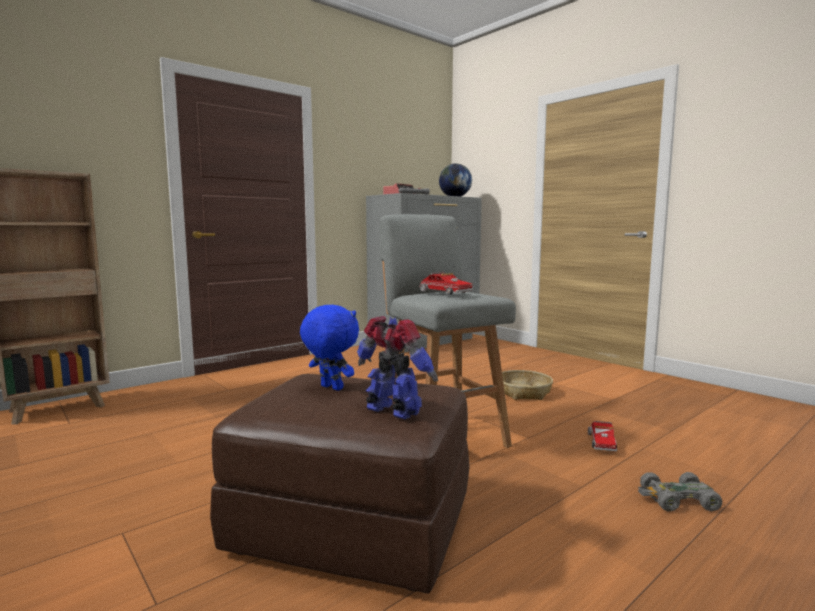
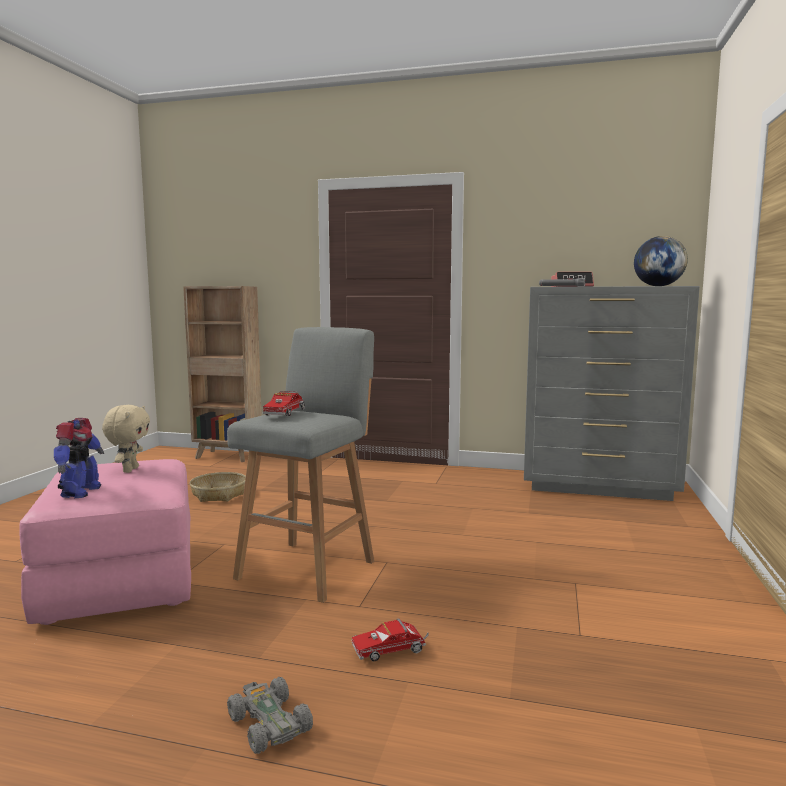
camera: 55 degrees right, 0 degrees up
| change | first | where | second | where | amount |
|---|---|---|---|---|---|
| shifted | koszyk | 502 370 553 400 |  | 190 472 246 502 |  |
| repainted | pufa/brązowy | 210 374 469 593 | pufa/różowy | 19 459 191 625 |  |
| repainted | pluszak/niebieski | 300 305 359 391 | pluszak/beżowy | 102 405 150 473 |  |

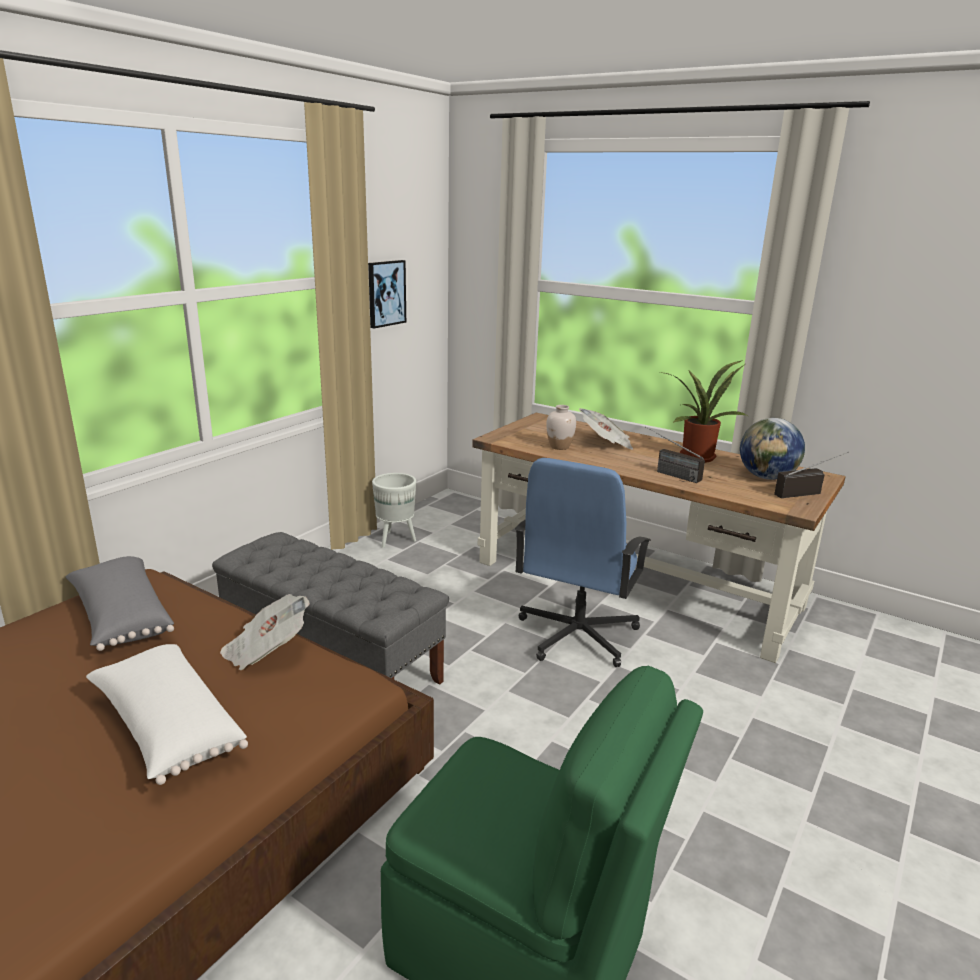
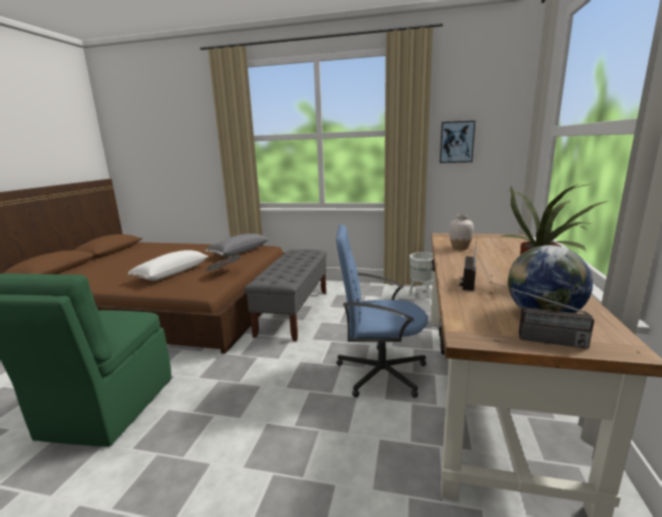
camera: 70 degrees right, 5 degrees down
| change | first | where | second | where | amount |
|---|---|---|---|---|---|
| gone | gazeta | 579 408 633 450 |  |  |  |
| rotated | radio | 774 452 849 498 |  | 490 282 594 349 | 150 degrees clockwise |

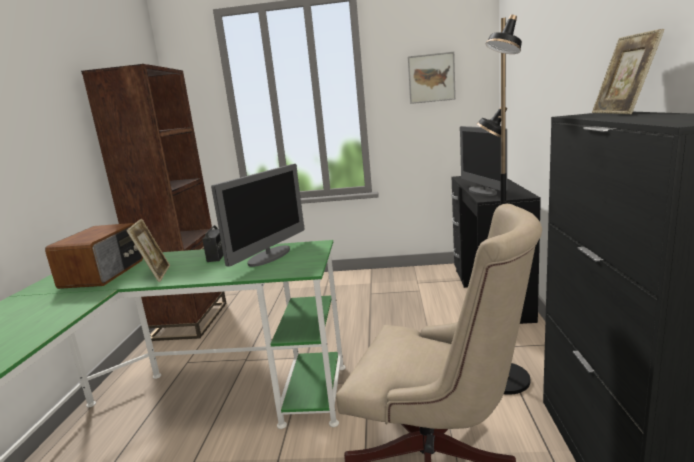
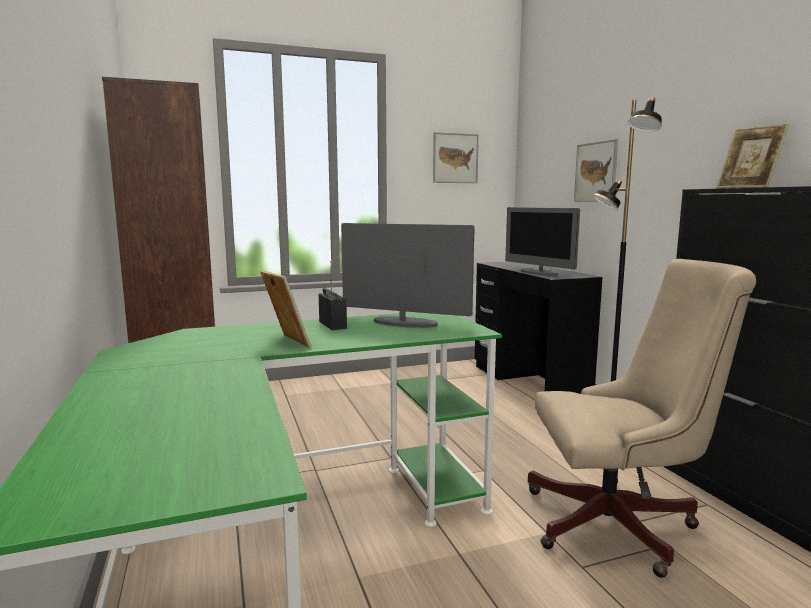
camera: 25 degrees left, 5 degrees down
| change | first | where | second | where | amount |
|---|---|---|---|---|---|
| gone | radio | 45 223 143 289 |  |  |  |
| new |  |  | obraz | 574 139 618 202 |  |
| rotated | monitor | 211 164 305 267 |  | 341 223 475 328 | 75 degrees counterclockwise |

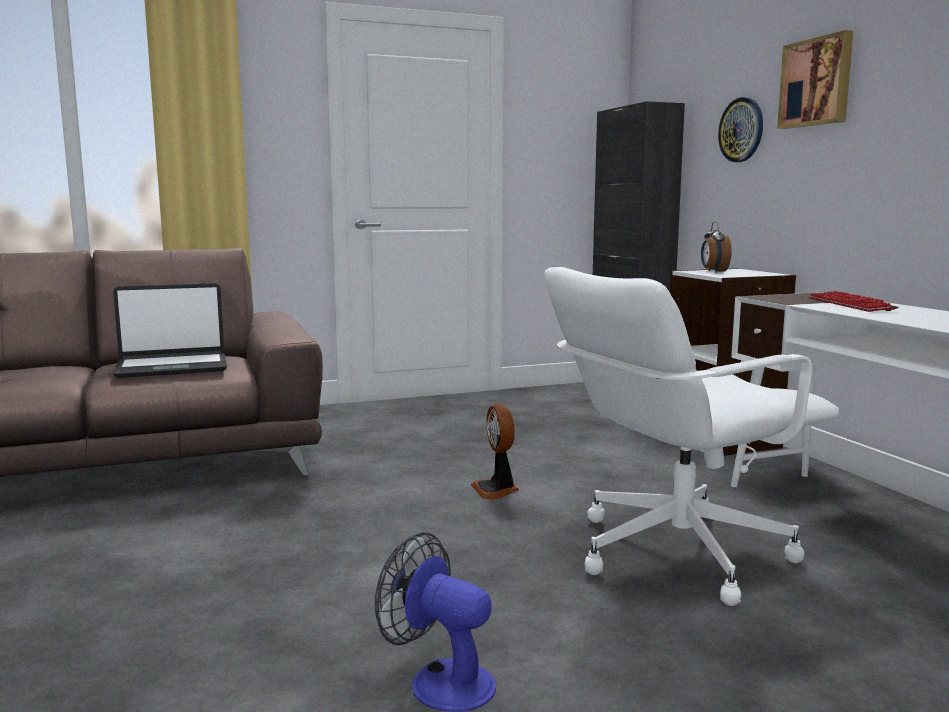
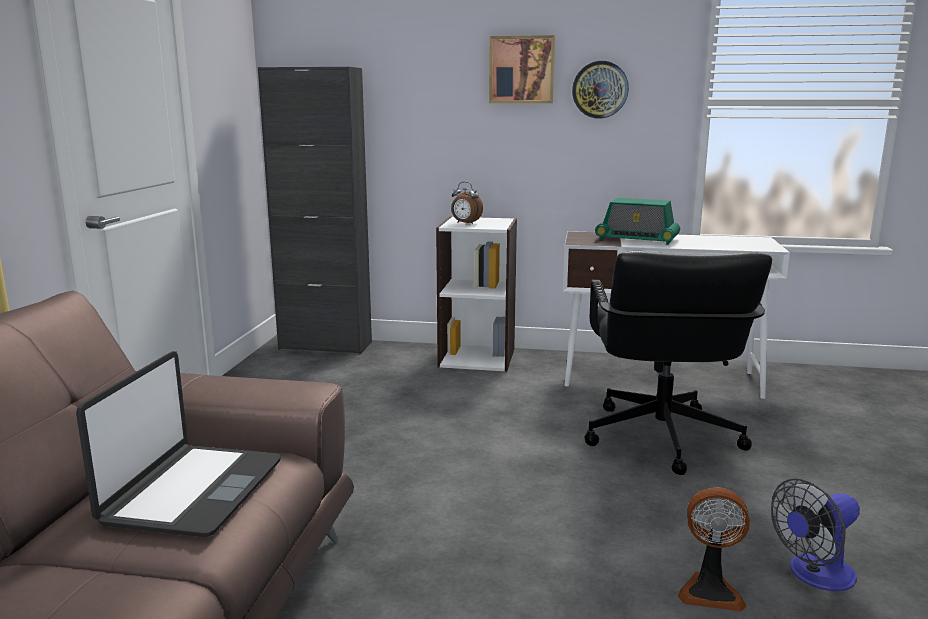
camera: 60 degrees left, 5 degrees up
| change | first | where | second | where | amount |
|---|---|---|---|---|---|
| shifted | wentylator | 471 404 519 500 |  | 678 487 750 612 |  |
| shifted | zegar ścienny | 718 97 763 162 |  | 572 61 629 119 |  |
| swapped | klawiatura | 809 291 898 312 | radio | 595 198 680 245 |  |
| repainted | krzesło biurowe/biały | 545 267 840 606 | krzesło biurowe/czarny | 584 251 772 475 |  |

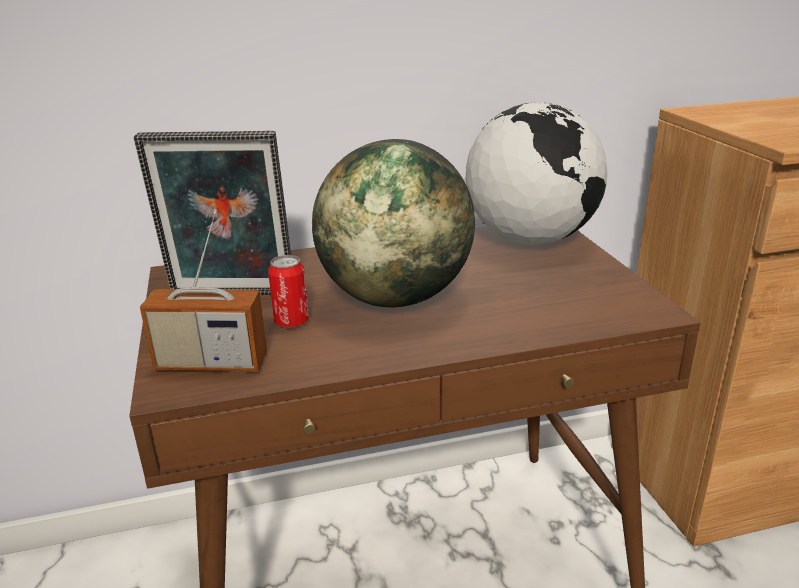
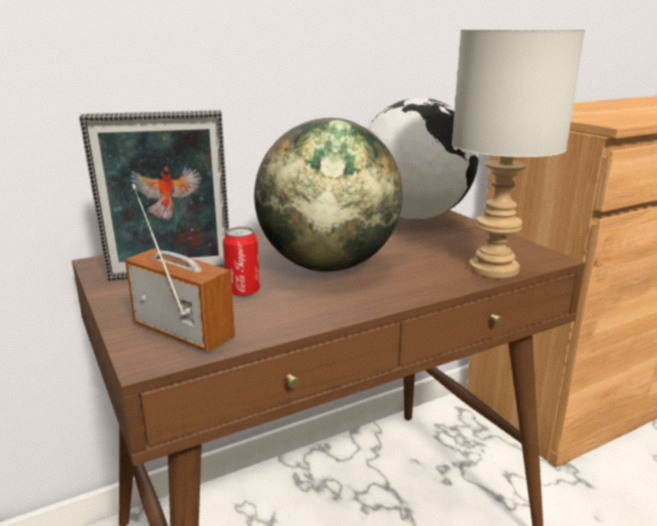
camera: 15 degrees left, 5 degrees down
| change | first | where | second | where | amount |
|---|---|---|---|---|---|
| new |  |  | lampa stołowa/szary | 452 29 585 278 |  |
| rotated | radio | 140 210 267 371 |  | 125 184 235 352 | 135 degrees counterclockwise |

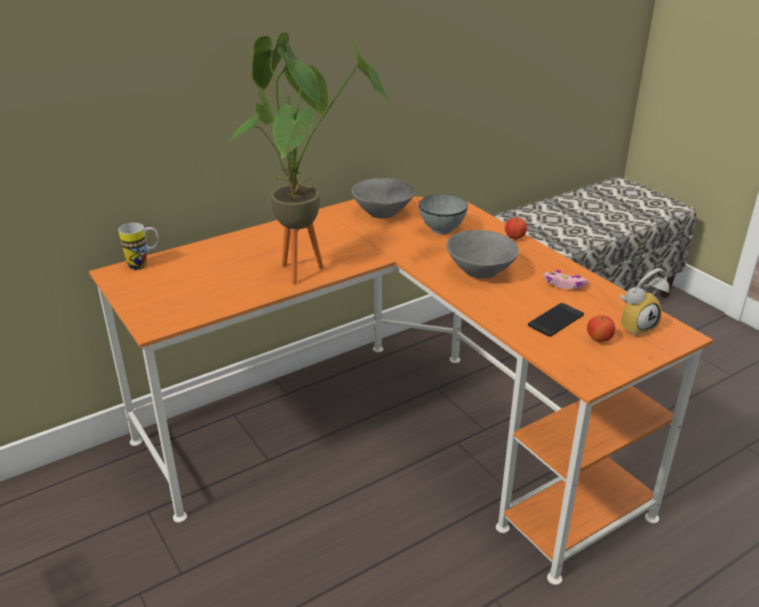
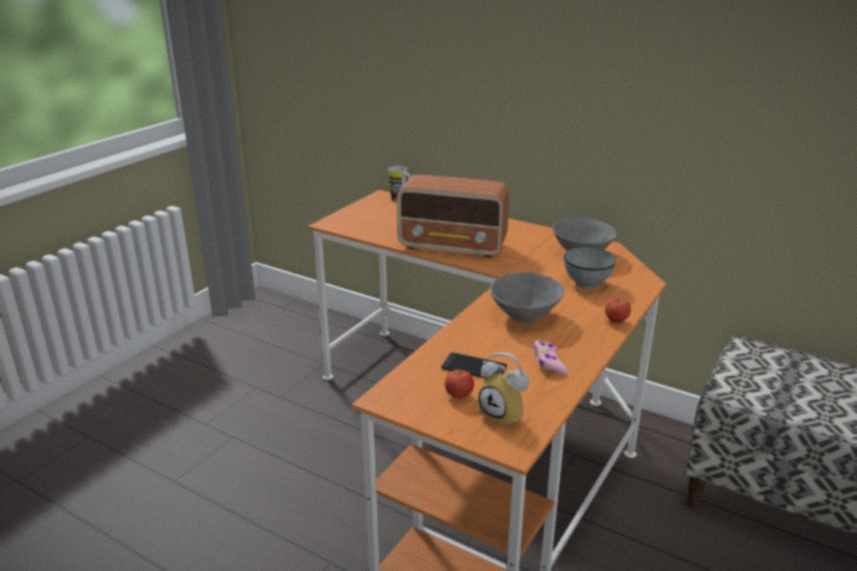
camera: 65 degrees right, 5 degrees down
| change | first | where | second | where | amount |
|---|---|---|---|---|---|
| swapped | roślina doniczkowa | 227 31 388 284 | radio | 397 175 509 258 |  |

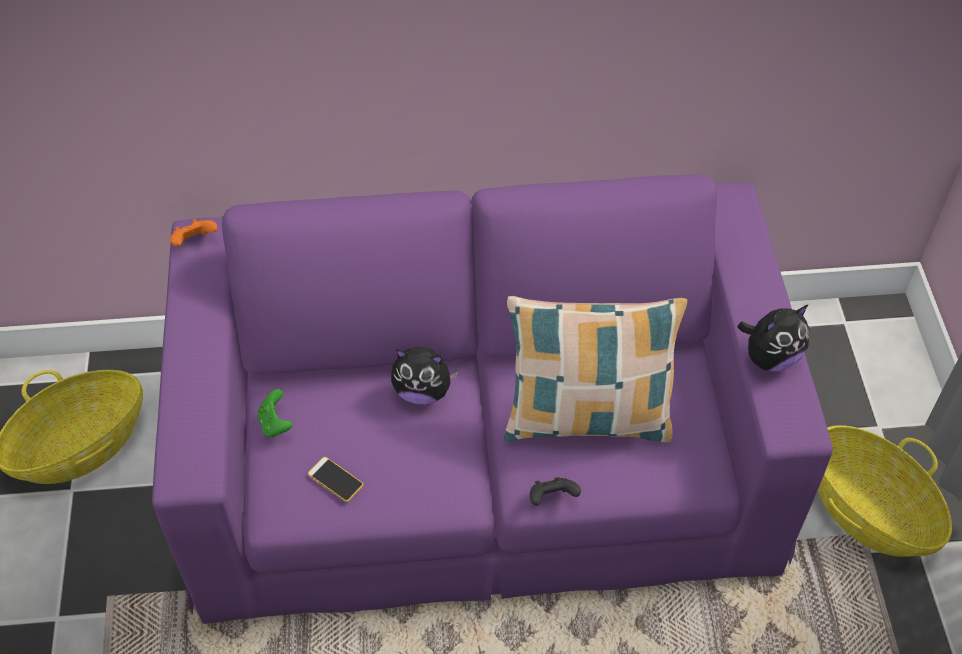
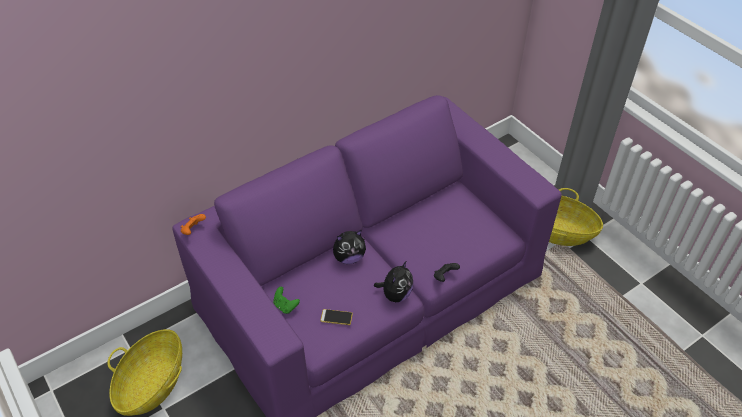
camera: 30 degrees left, 5 degrees down
| change | first | where | second | where | amount |
|---|---|---|---|---|---|
| gone | poduszka | 504 296 688 442 |  |  |  |
| shifted | pluszak | 738 304 809 372 |  | 374 261 413 302 |  |

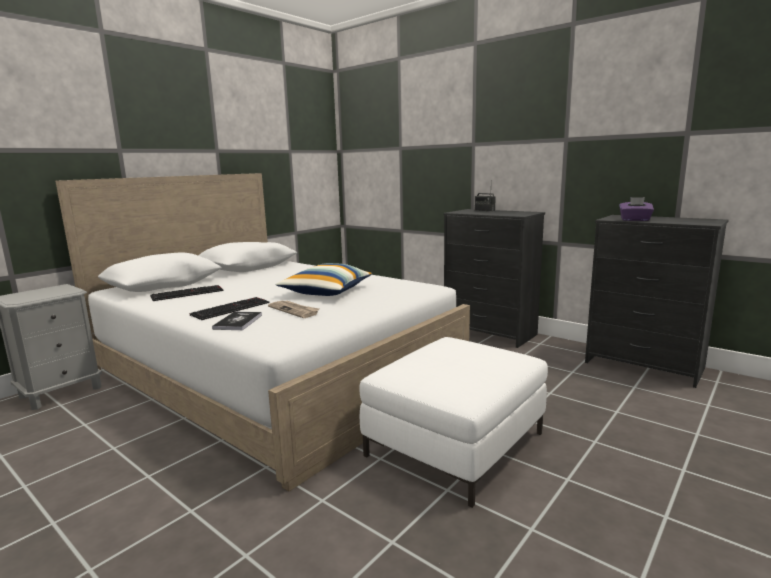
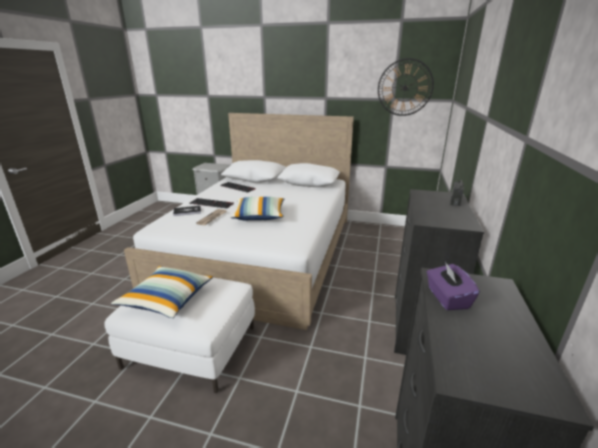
camera: 65 degrees right, 10 degrees up
| change | first | where | second | where | amount |
|---|---|---|---|---|---|
| new |  |  | poduszka | 111 266 213 318 |  |
| new |  |  | zegar ścienny | 378 58 434 116 |  |

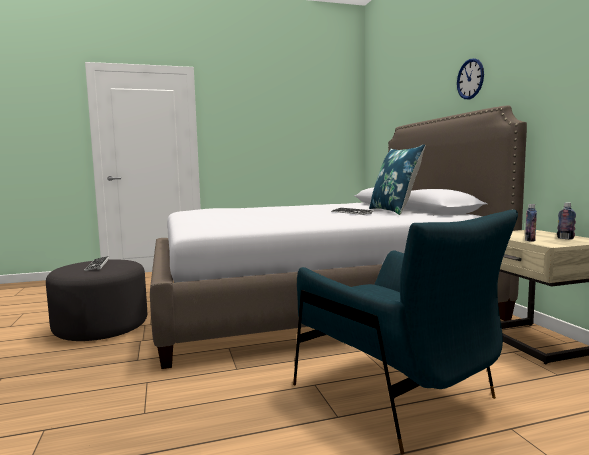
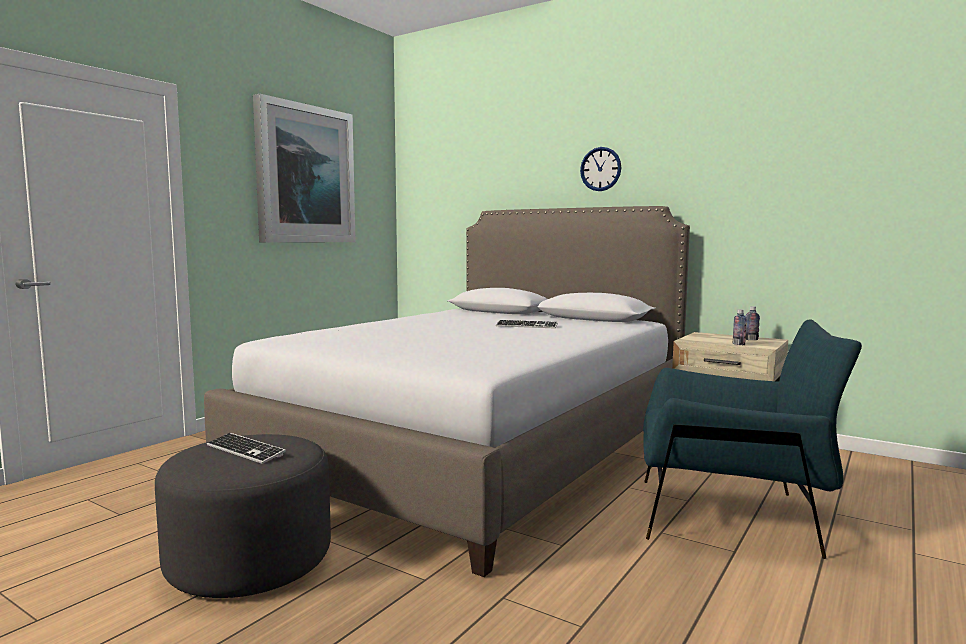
camera: 40 degrees left, 0 degrees up
| change | first | where | second | where | amount |
|---|---|---|---|---|---|
| gone | poduszka/niebieski | 369 145 426 215 |  |  |  |
| new |  |  | obraz | 253 94 356 243 |  |

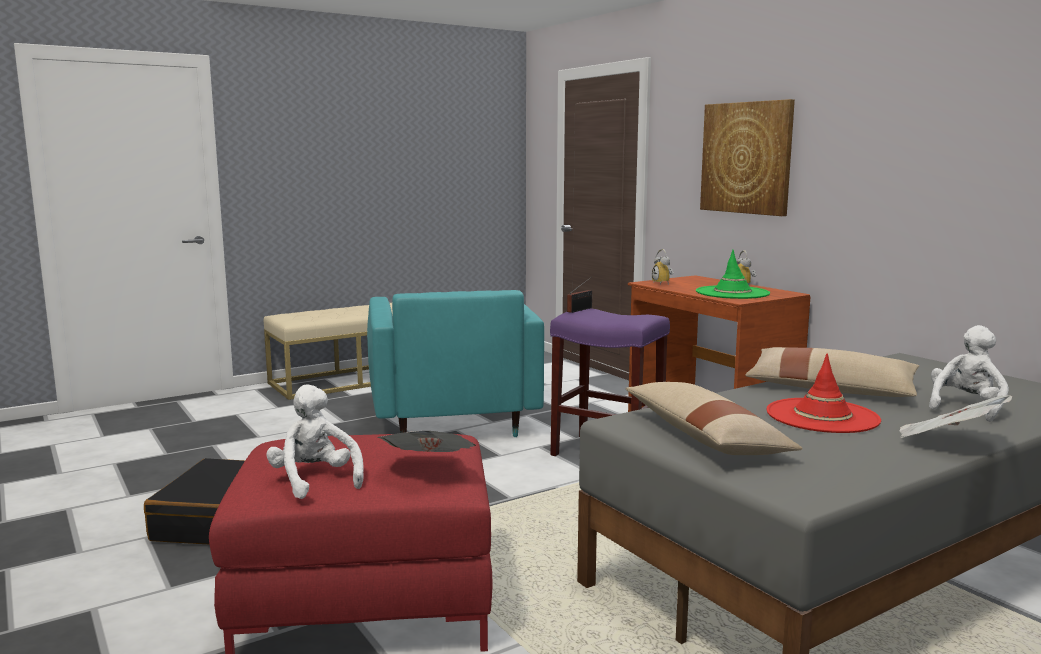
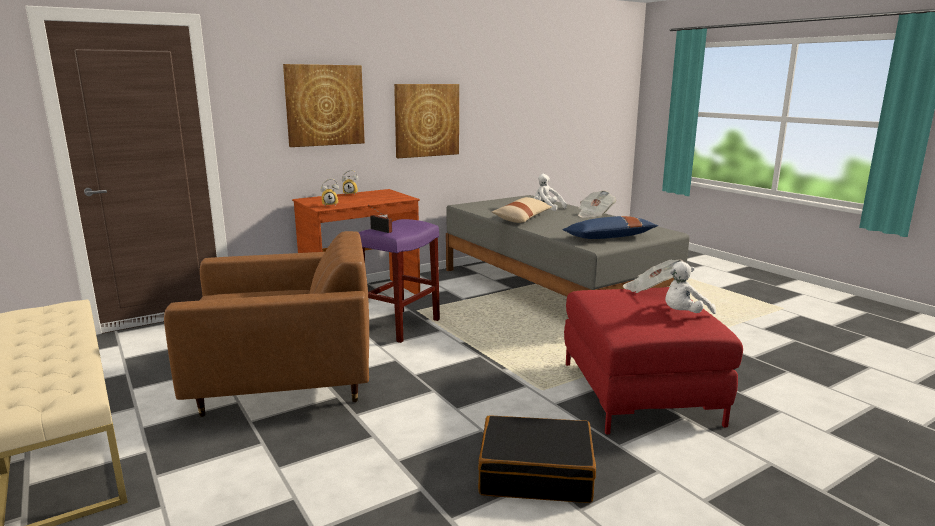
camera: 90 degrees left, 5 degrees up
| change | first | where | second | where | amount |
|---|---|---|---|---|---|
| gone | kapelusz/zielony | 696 250 770 299 |  |  |  |
| gone | kapelusz/czerwony | 766 353 881 433 |  |  |  |
| new |  |  | obraz | 394 84 459 158 |  |
| repainted | fotel/turkusowy | 367 290 544 437 | fotel/brązowy | 164 231 369 417 |  |
| repainted | poduszka/beżowy | 626 382 803 455 | poduszka/niebieski | 563 216 658 239 |  |

